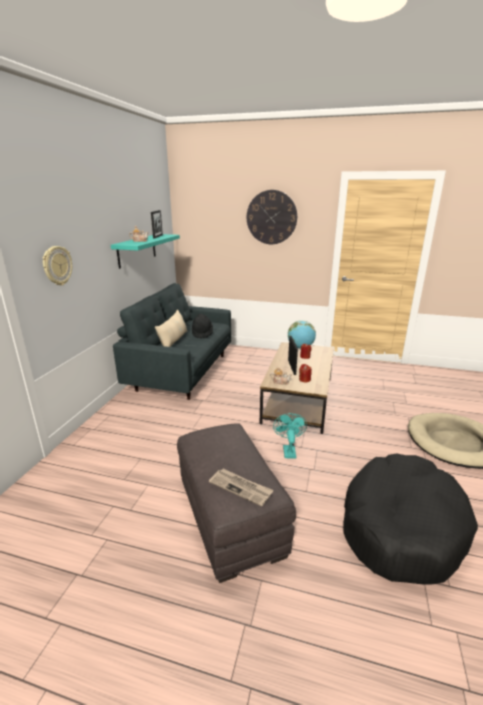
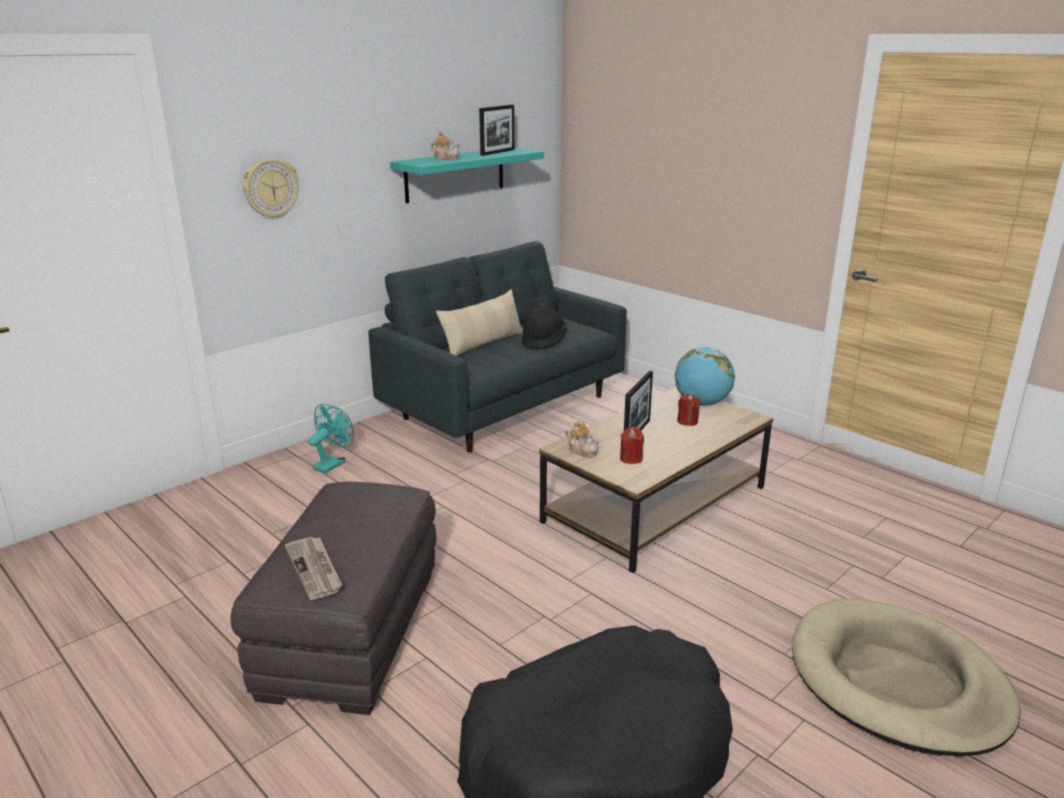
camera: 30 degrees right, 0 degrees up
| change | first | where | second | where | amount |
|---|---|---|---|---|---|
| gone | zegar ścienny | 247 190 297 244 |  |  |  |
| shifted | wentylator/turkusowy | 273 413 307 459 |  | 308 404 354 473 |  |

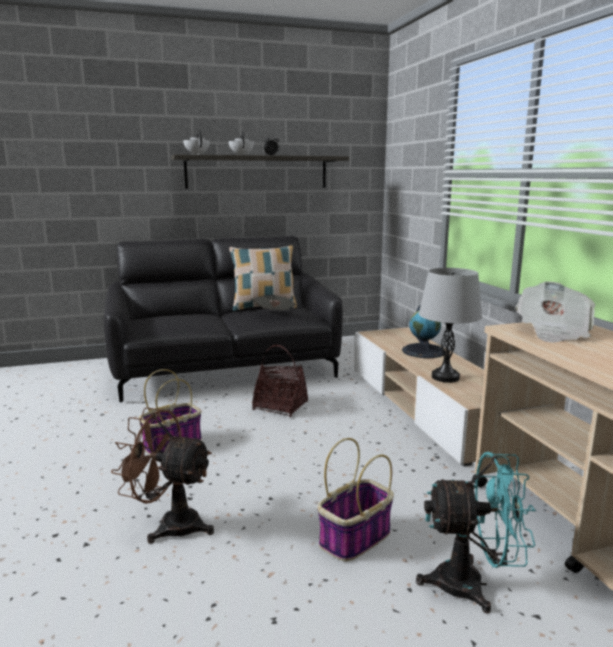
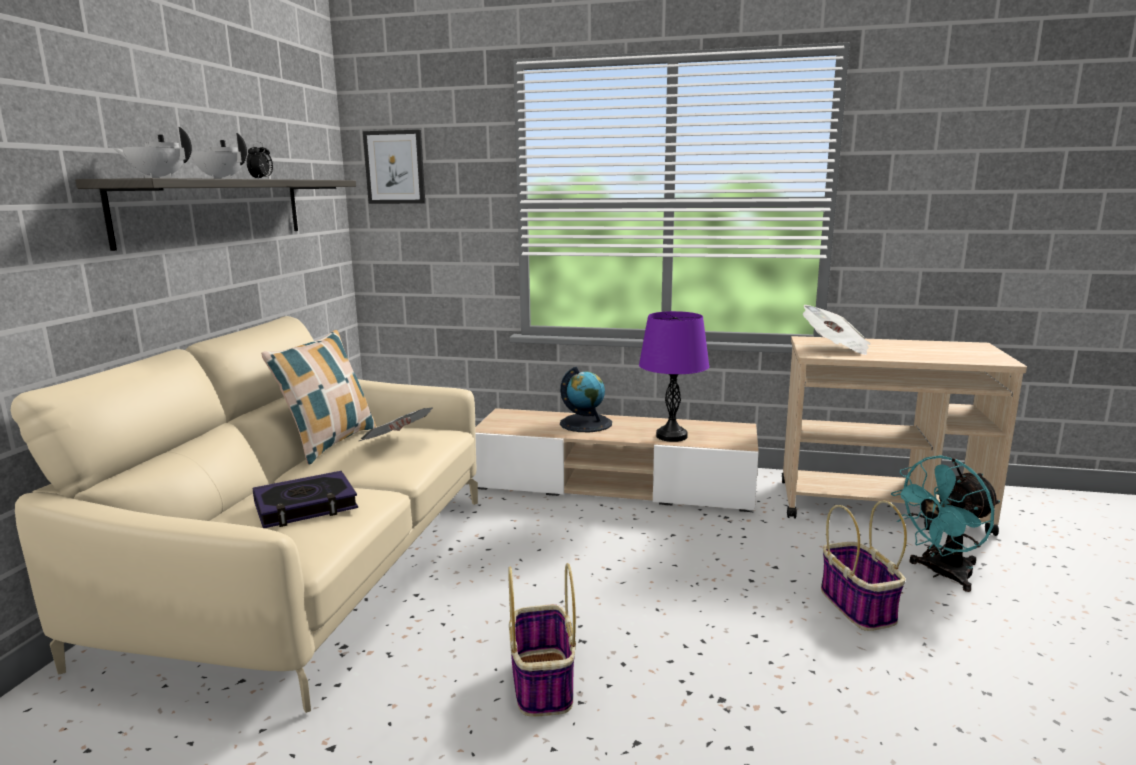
camera: 60 degrees left, 0 degrees up
| change | first | where | second | where | amount |
|---|---|---|---|---|---|
| gone | wentylator/brązowy | 111 407 214 544 |  |  |  |
| gone | koszyk | 252 345 308 417 |  |  |  |
| new |  |  | książka | 252 471 358 528 |  |
| new |  |  | obraz | 363 130 425 204 |  |
| repainted | kanapa/czarny | 104 236 343 402 | kanapa/beżowy | 10 316 478 713 |  |
| repainted | lampa stołowa/szary | 419 268 482 383 | lampa stołowa/fioletowy | 639 311 709 442 |  |
| rotated | wentylator/turkusowy | 416 452 536 613 |  | 891 455 1000 592 | 150 degrees counterclockwise |

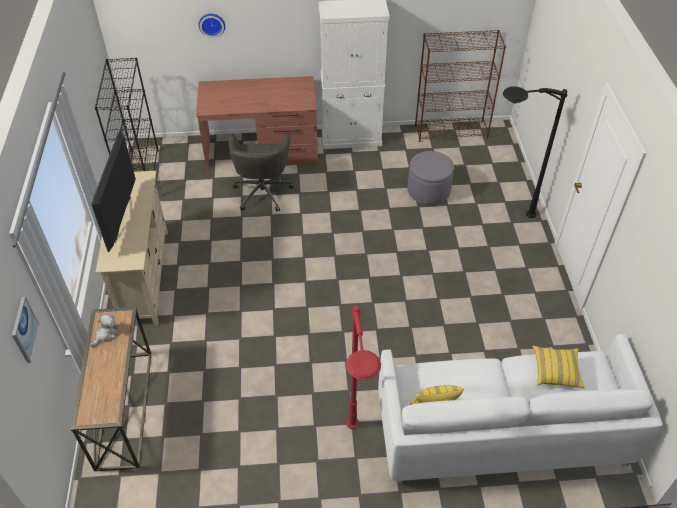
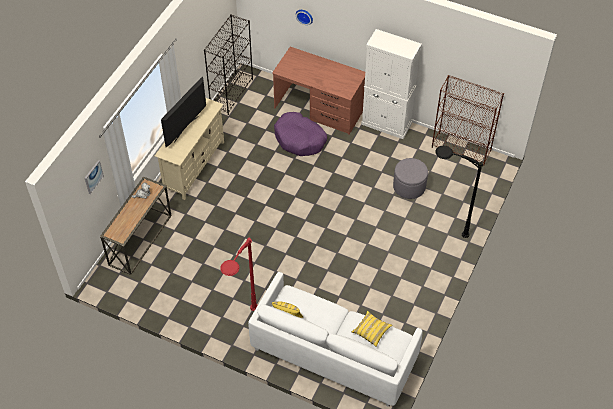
camera: 30 degrees right, 5 degrees up
| change | first | where | second | where | amount |
|---|---|---|---|---|---|
| swapped | krzesło biurowe/szary | 229 133 294 211 | legowisko/fioletowy | 274 112 327 156 |  |

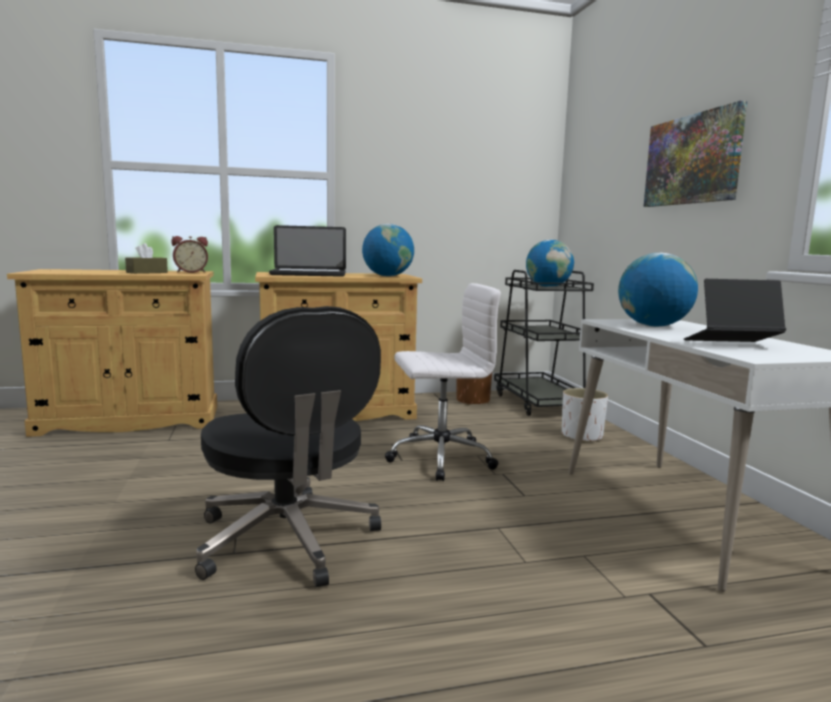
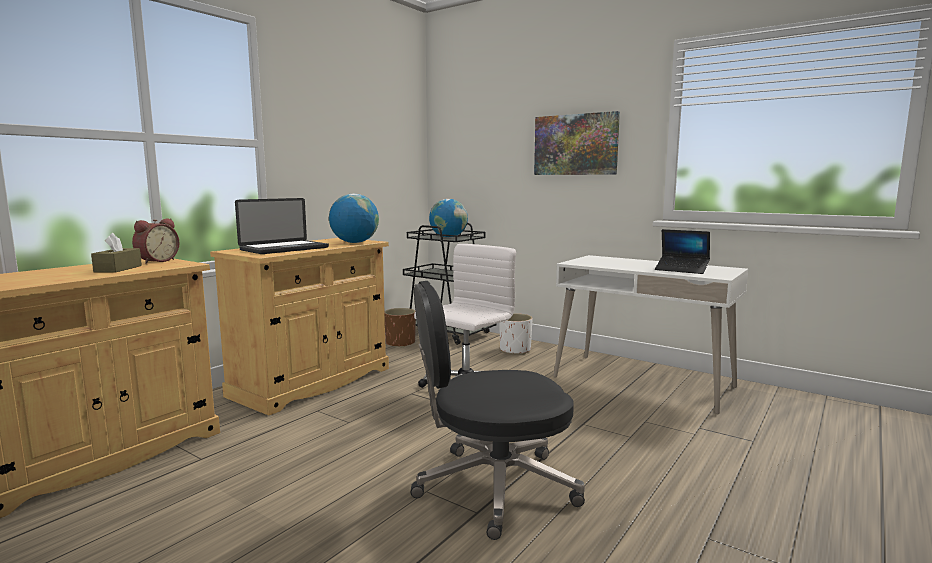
camera: 40 degrees left, 0 degrees up
| change | first | where | second | where | amount |
|---|---|---|---|---|---|
| gone | globus | 618 253 698 327 |  |  |  |
| rotated | krzesło biurowe/czarny | 195 306 381 587 |  | 411 281 585 540 | 150 degrees clockwise |
| rotated | laptop | 684 279 786 342 |  | 655 229 710 274 | 105 degrees counterclockwise |

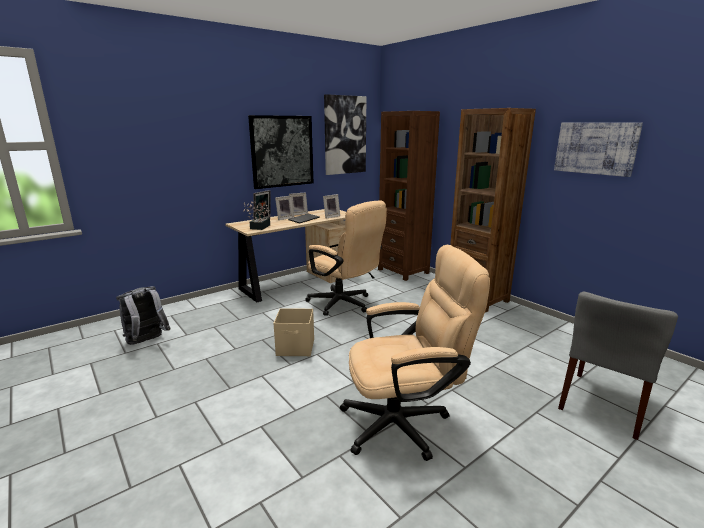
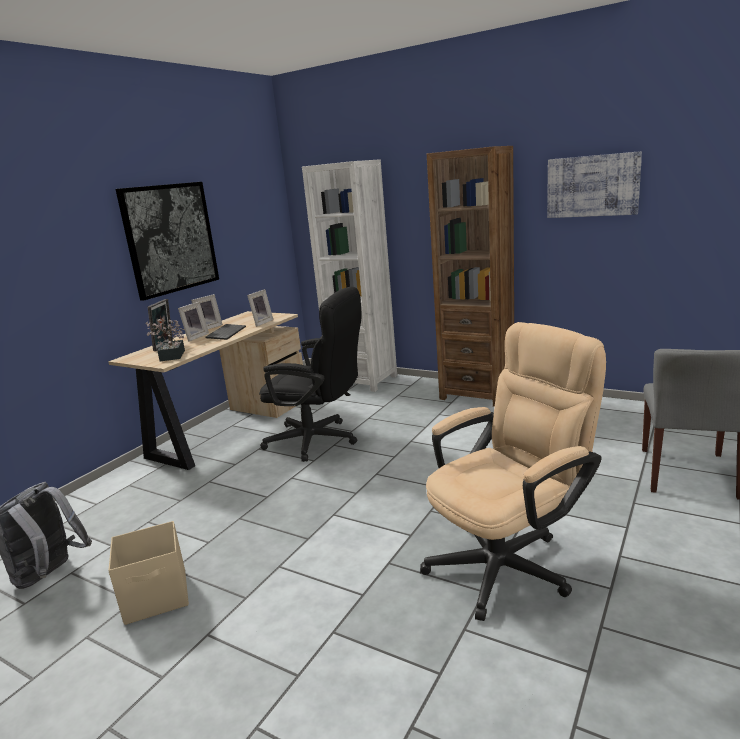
camera: 20 degrees left, 0 degrees up
| change | first | where | second | where | amount |
|---|---|---|---|---|---|
| gone | obraz | 324 94 366 175 |  |  |  |
| shifted | pojemnik do przechowywania/beżowy | 273 308 314 356 |  | 108 521 189 625 |  |
| repainted | krzesło biurowe/beżowy | 305 200 387 316 | krzesło biurowe/czarny | 259 286 362 462 |  |
| repainted | regał/brązowy | 378 111 440 281 | regał/biały | 302 159 397 392 |  |

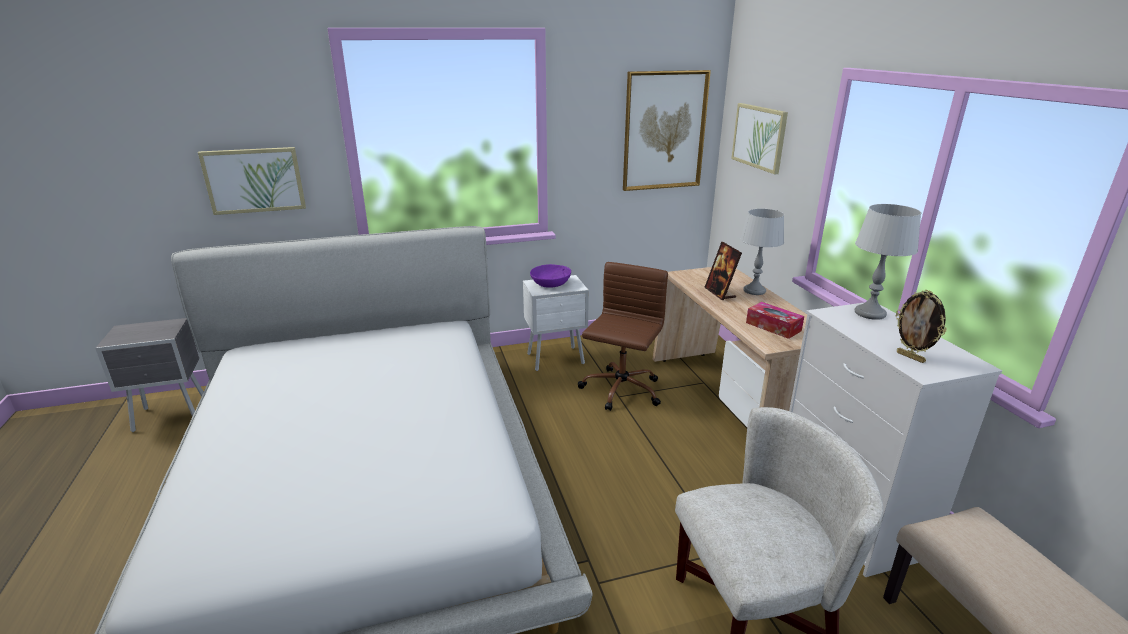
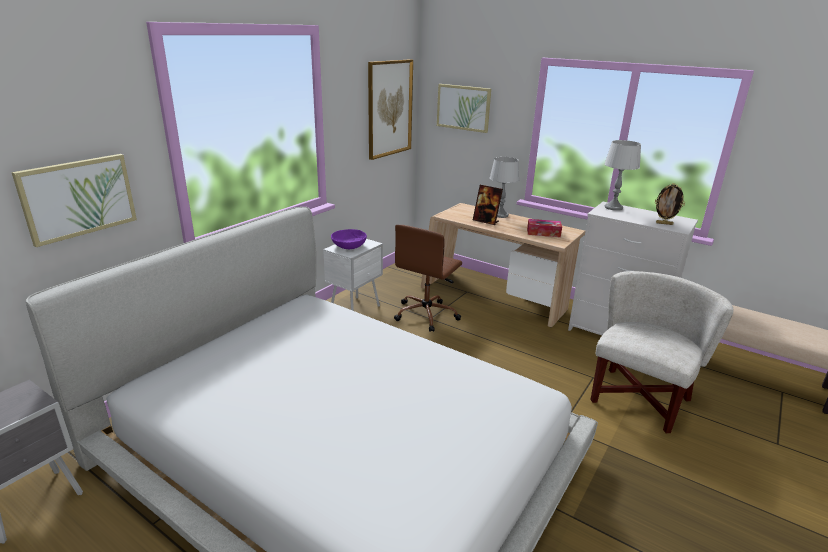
camera: 40 degrees left, 0 degrees up
| change | first | where | second | where | amount |
|---|---|---|---|---|---|
| rotated | krzesło biurowe/brązowy | 578 262 668 411 |  | 394 225 462 332 | 135 degrees counterclockwise |

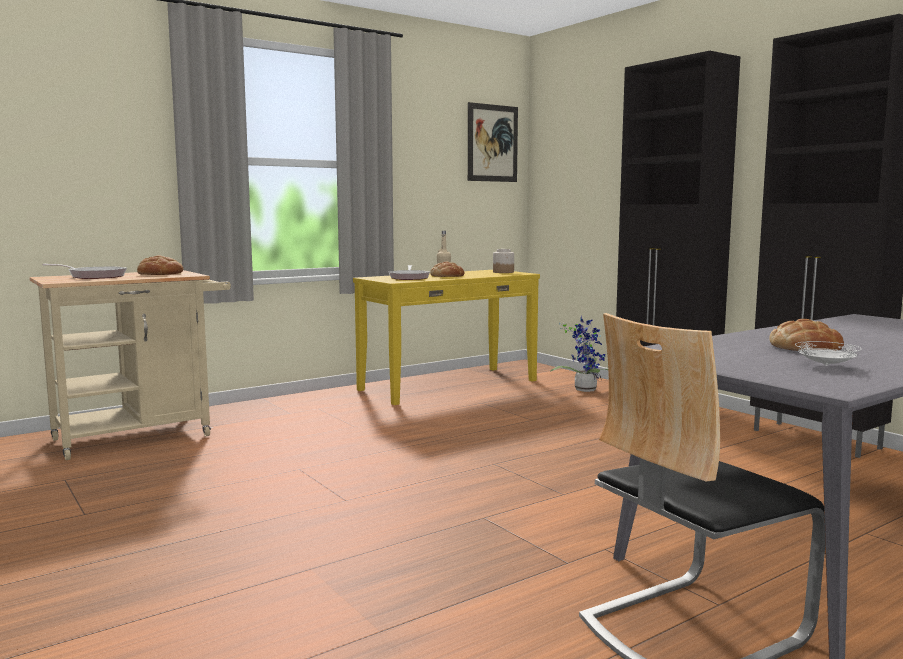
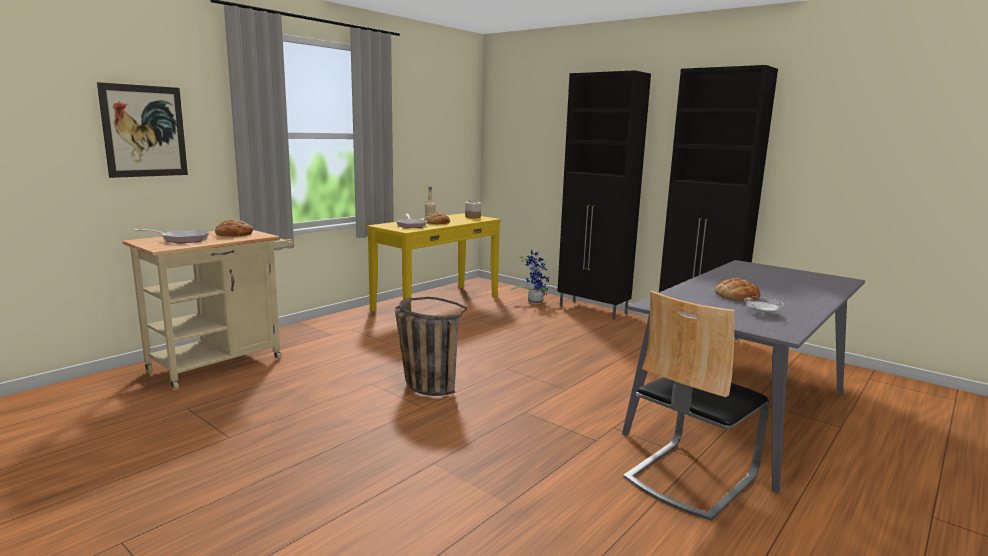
camera: 15 degrees left, 5 degrees up
| change | first | where | second | where | amount |
|---|---|---|---|---|---|
| new |  |  | koszyk | 395 297 467 396 |  |
| shifted | obraz | 468 102 518 182 |  | 97 82 188 178 |  |

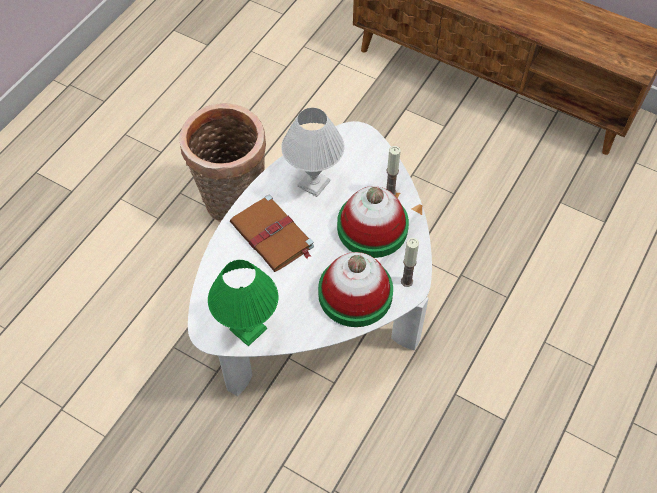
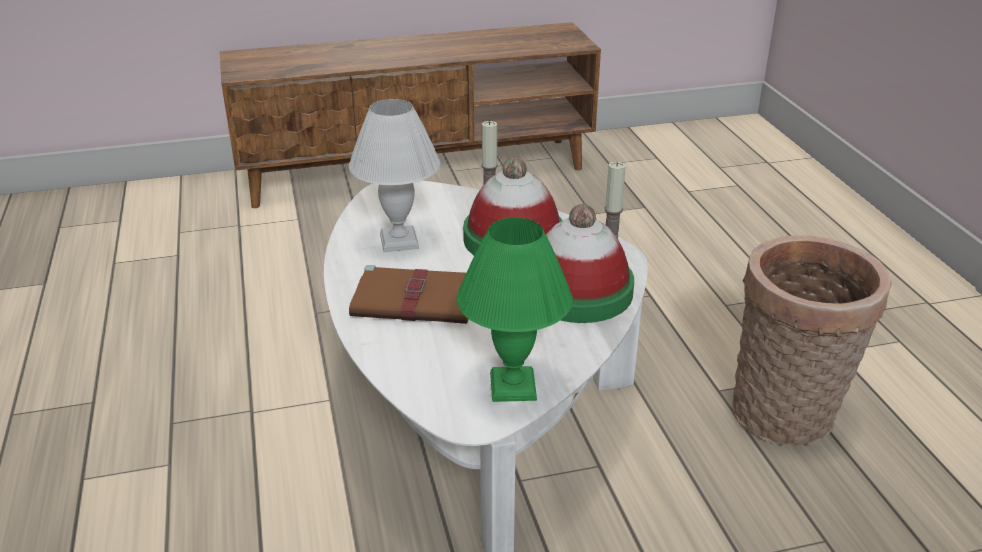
camera: 45 degrees left, 25 degrees down
| change | first | where | second | where | amount |
|---|---|---|---|---|---|
| shifted | koszyk | 179 103 266 222 |  | 732 236 892 446 |  |

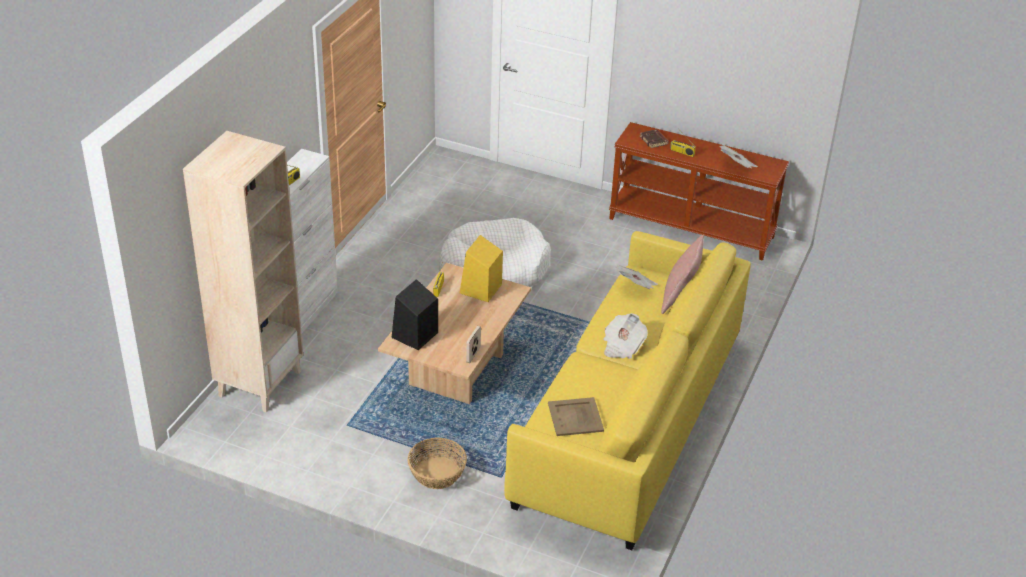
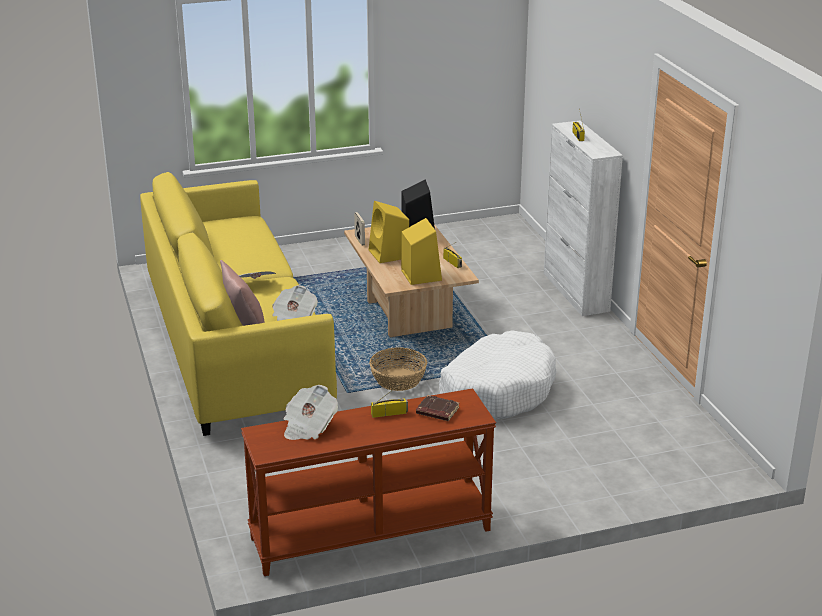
camera: 140 degrees right, 10 degrees down
| change | first | where | second | where | amount |
|---|---|---|---|---|---|
| gone | regał/beżowy | 183 131 303 412 |  |  |  |
| gone | taca/beżowy | 548 397 604 436 |  |  |  |
| new |  |  | głośnik/żółty | 369 201 409 263 |  |
| shifted | koszyk | 407 437 467 489 |  | 369 347 427 391 |  |

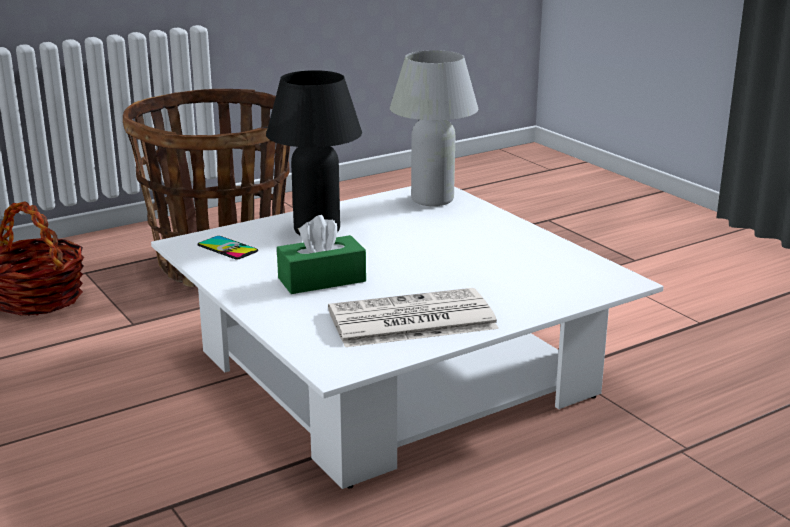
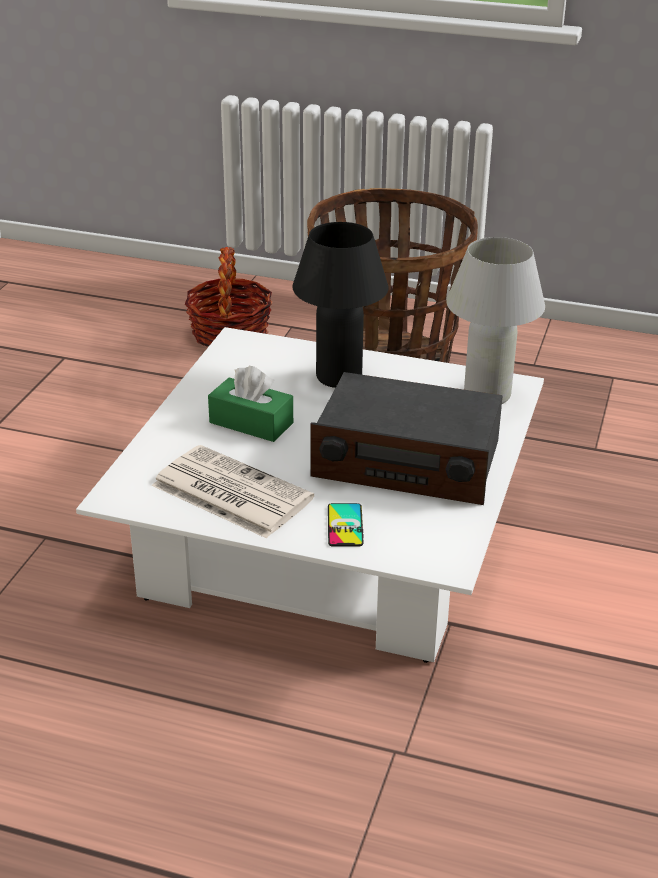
camera: 50 degrees right, 10 degrees up
| change | first | where | second | where | amount |
|---|---|---|---|---|---|
| new |  |  | radio | 311 372 503 505 |  |
| shifted | telefon | 198 236 258 260 |  | 328 503 364 546 |  |

